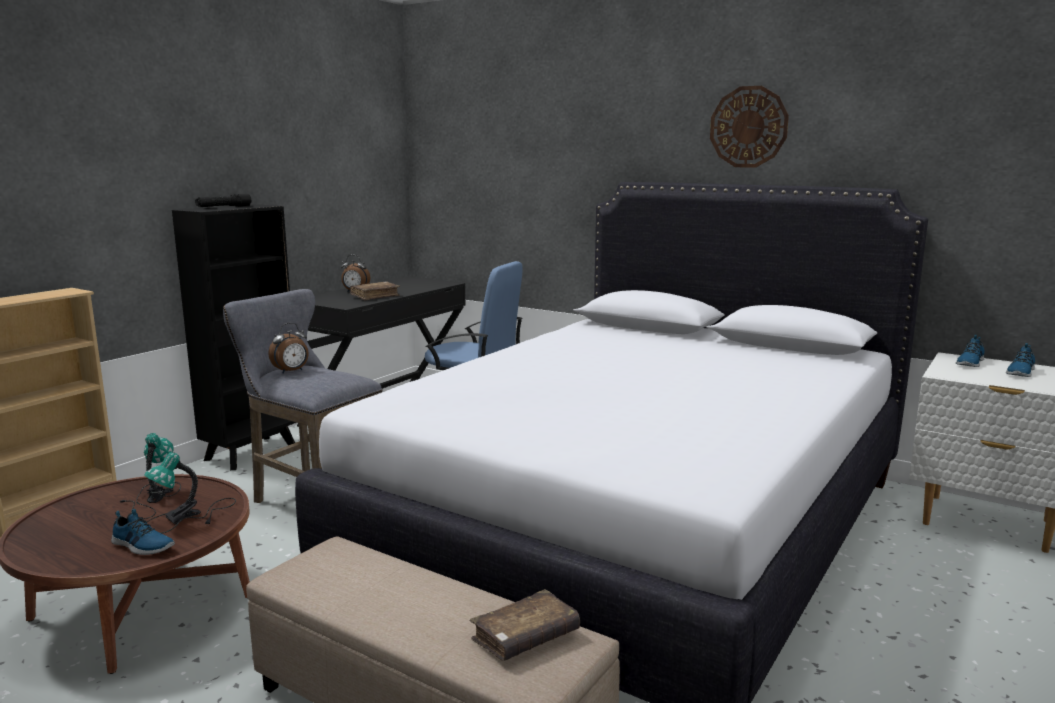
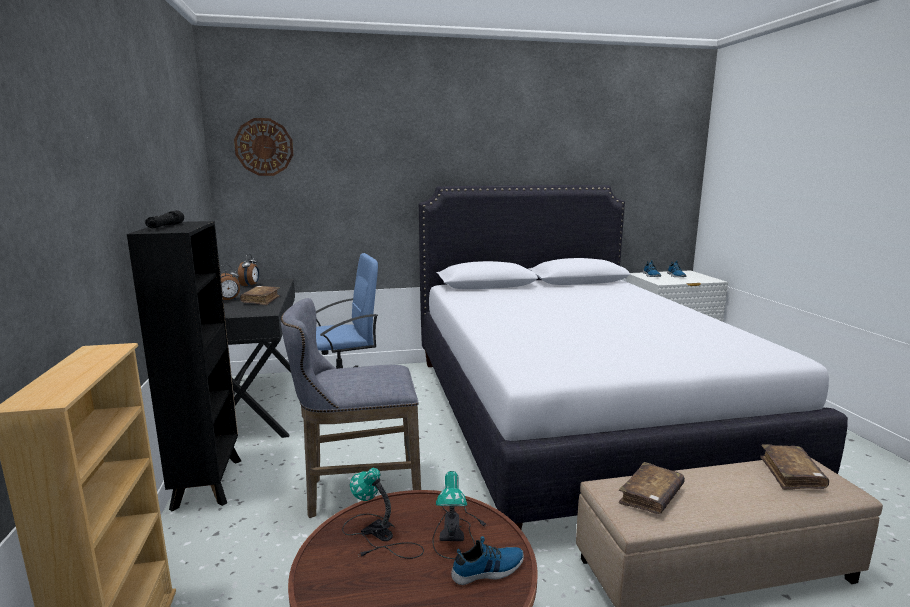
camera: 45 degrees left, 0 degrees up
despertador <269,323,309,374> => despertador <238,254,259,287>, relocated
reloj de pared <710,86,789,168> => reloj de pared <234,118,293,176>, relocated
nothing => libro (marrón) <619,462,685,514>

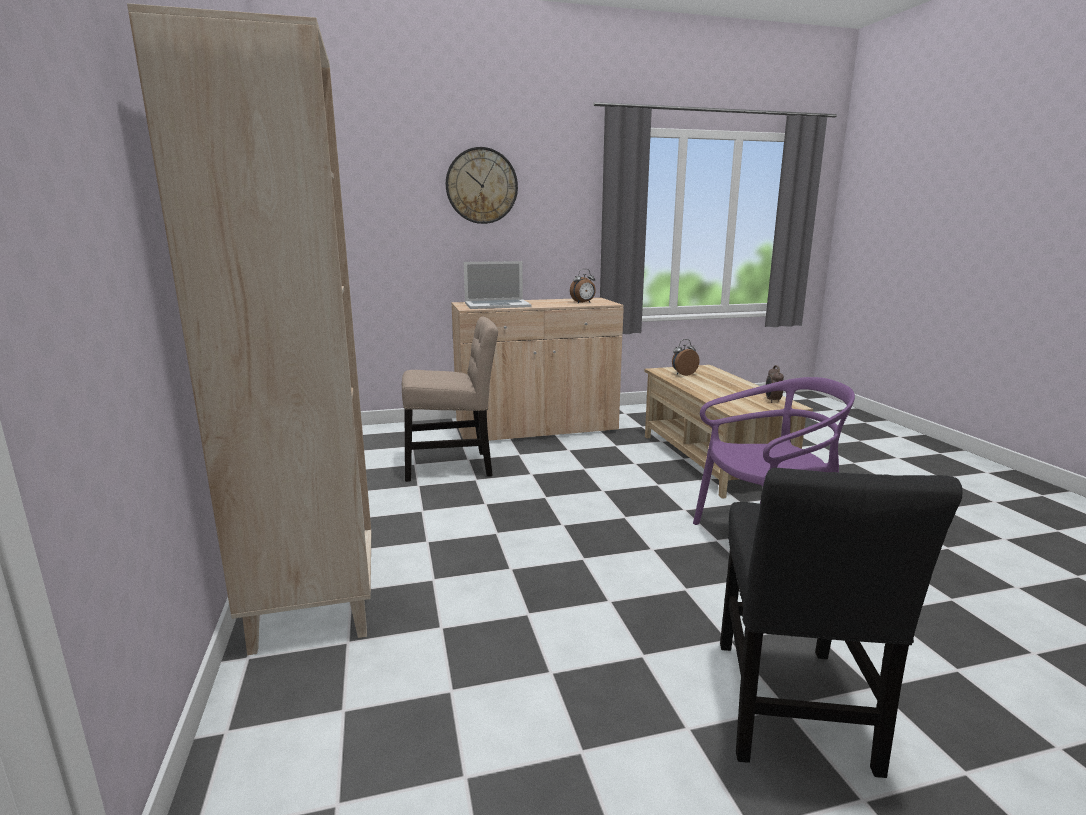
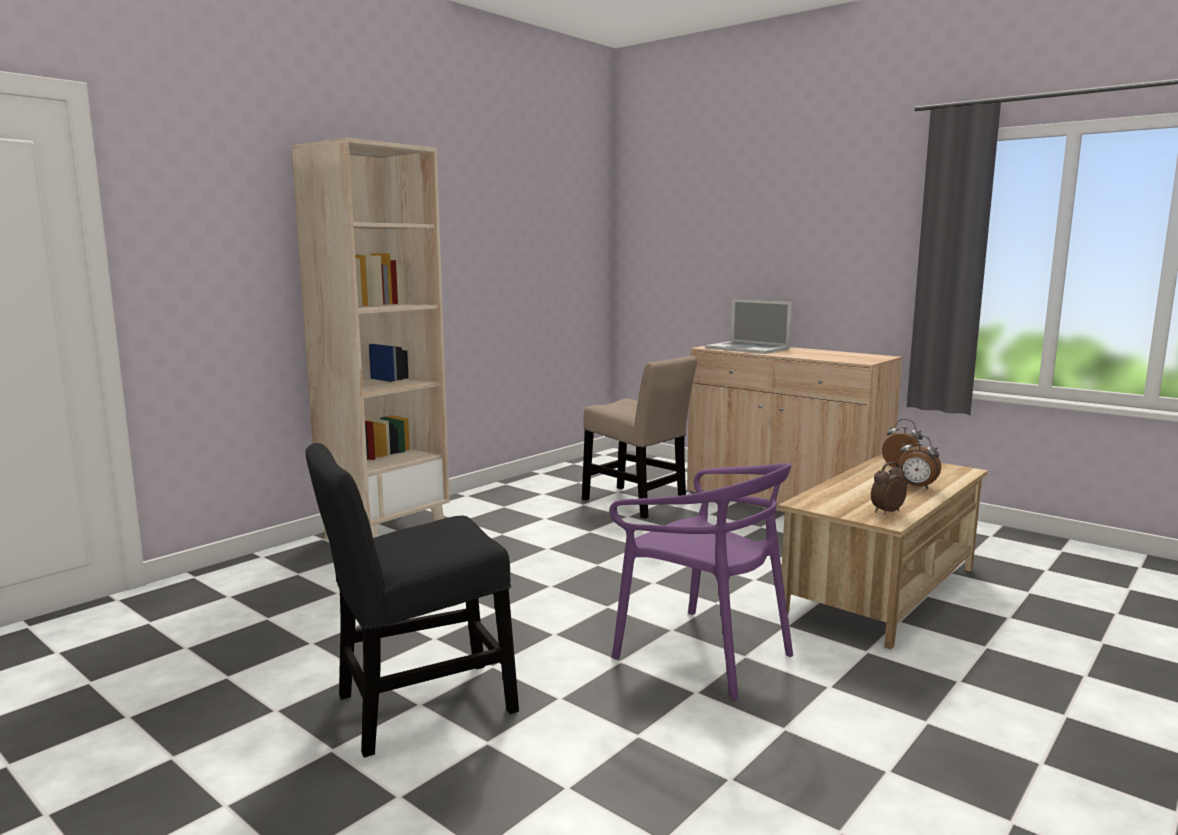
camera: 55 degrees right, 5 degrees down
reloj de pared <446,147,518,224> => nothing
despertador <570,269,596,303> => despertador <898,435,941,489>, relocated

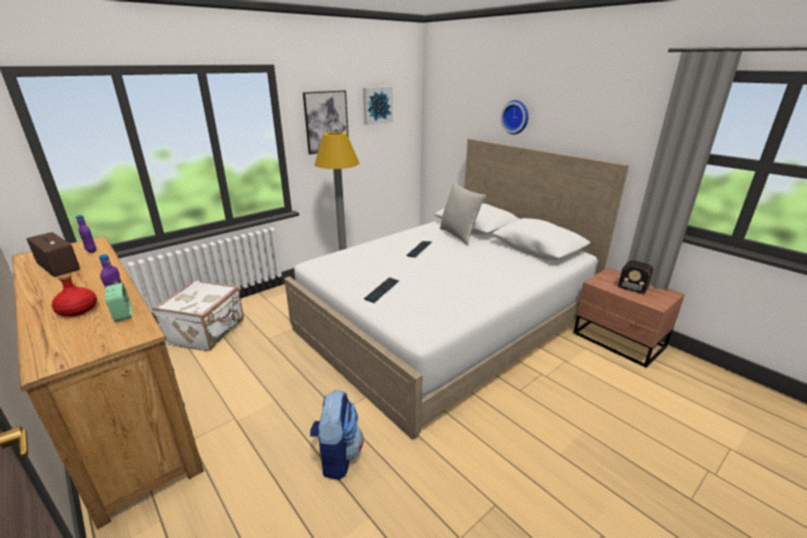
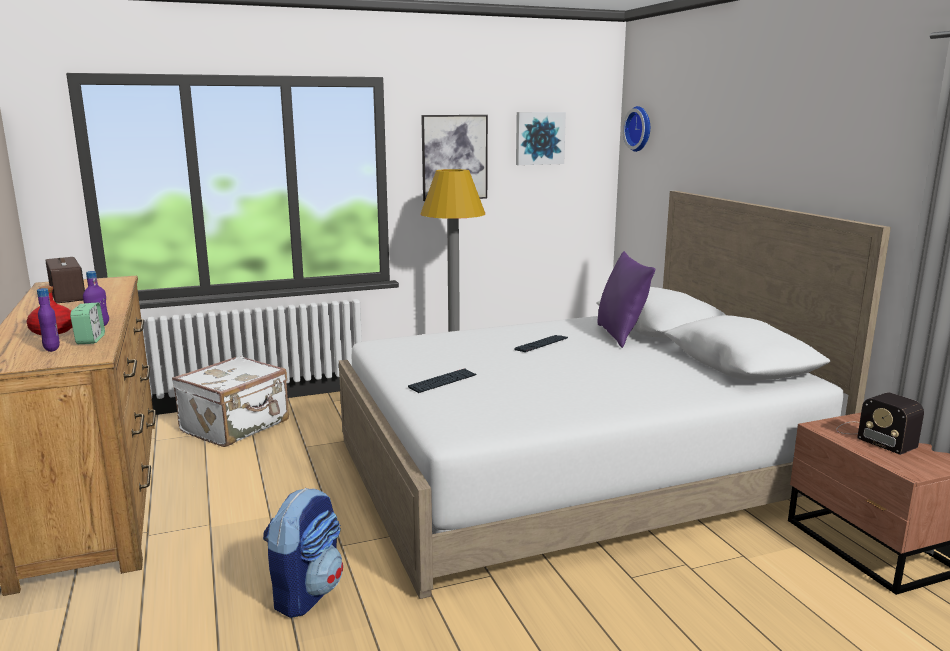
camera: 20 degrees right, 10 degrees down
botella (morado) <76,215,96,253> => botella (morado) <37,288,60,352>, relocated
cojín (gris) <440,182,486,245> => cojín (morado) <597,251,655,348>
reloj de pared <501,100,528,134> => reloj de pared <623,106,650,152>, relocated

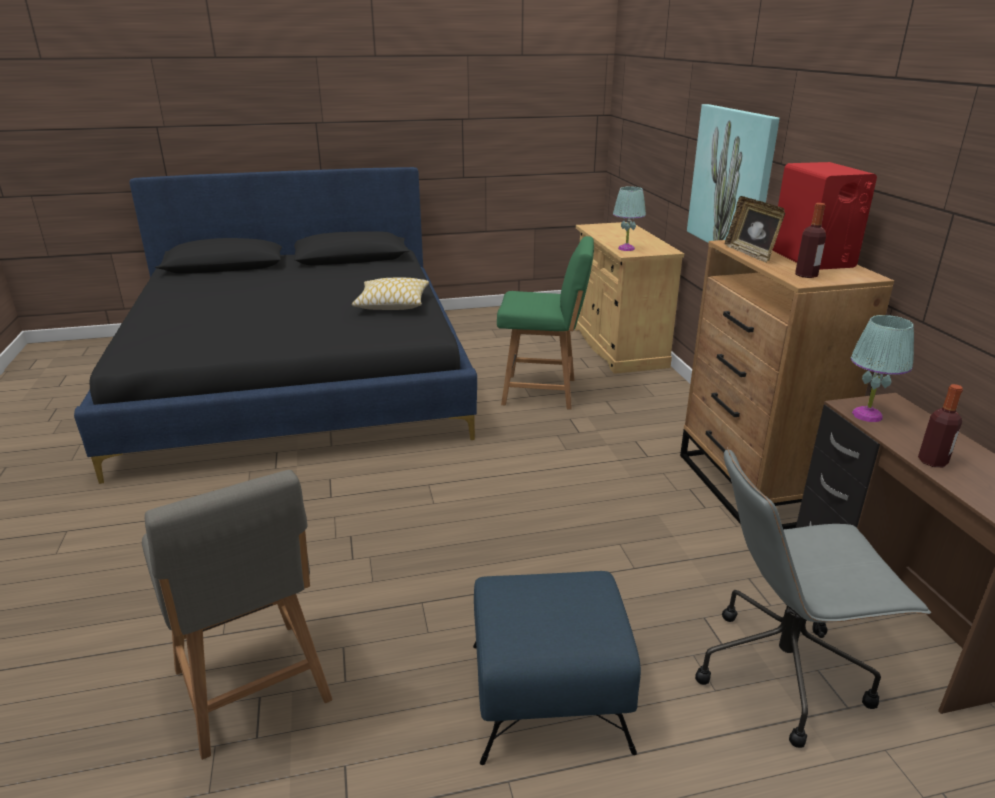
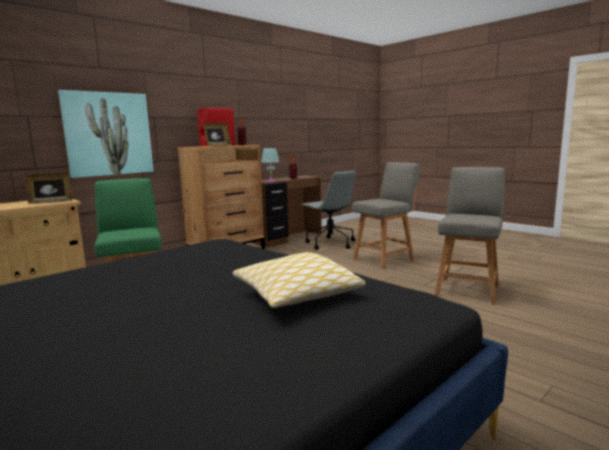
camera: 120 degrees left, 15 degrees down
cojín <352,278,429,310> => cojín <232,252,366,308>, relocated
puf (azul) <473,571,641,765> => silla (gris) <352,162,420,269>
lámpara de mesa (turquesa) <613,187,646,251> => portarretratos <24,172,73,204>

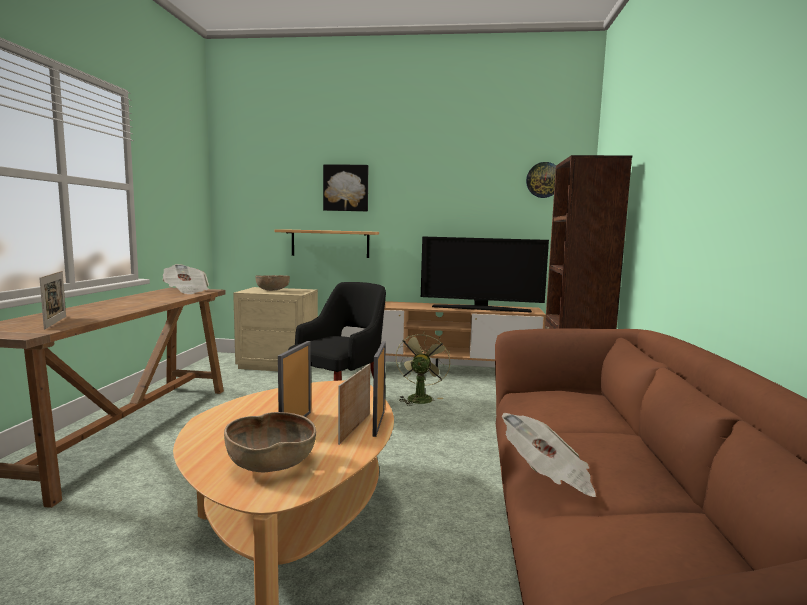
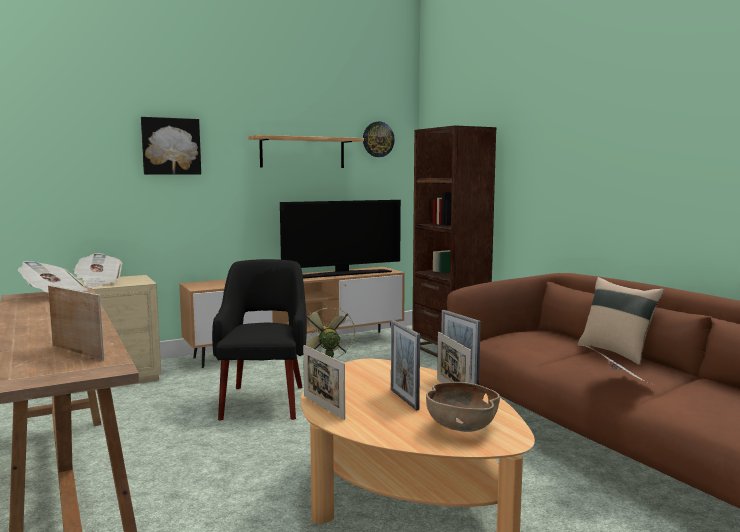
camera: 35 degrees left, 0 degrees up
cuenco (marrón) <255,275,290,291> => periódico <73,253,123,287>
estante <275,229,379,258> => estante <248,135,364,168>, relocated
nothing => portarretratos <303,345,345,420>
nothing => cojín (beis) <578,277,664,365>

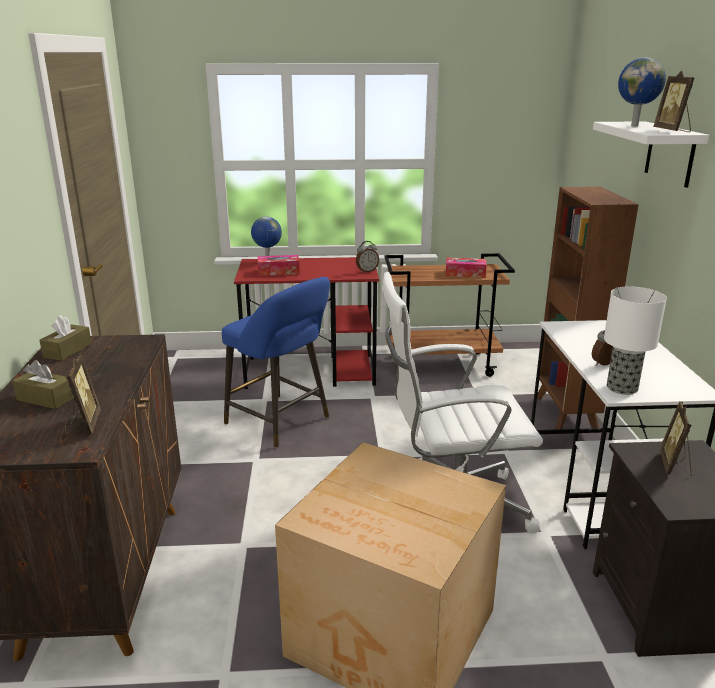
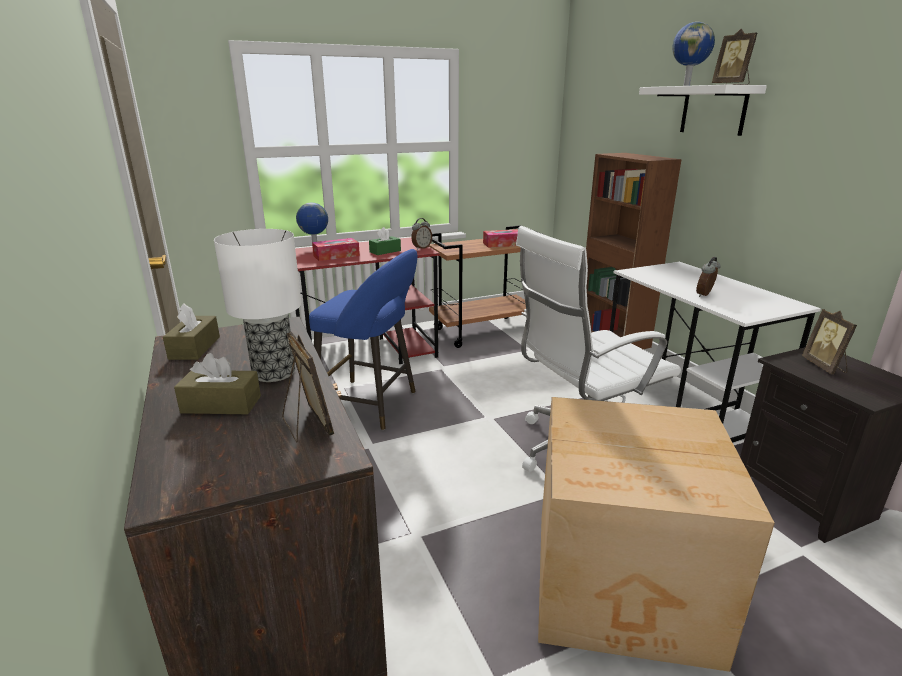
camera: 20 degrees left, 0 degrees up
lámpara de mesa <604,286,667,395> => lámpara de mesa <214,229,301,382>, relocated
nothing => caja de pañuelos (verde) <369,227,401,255>

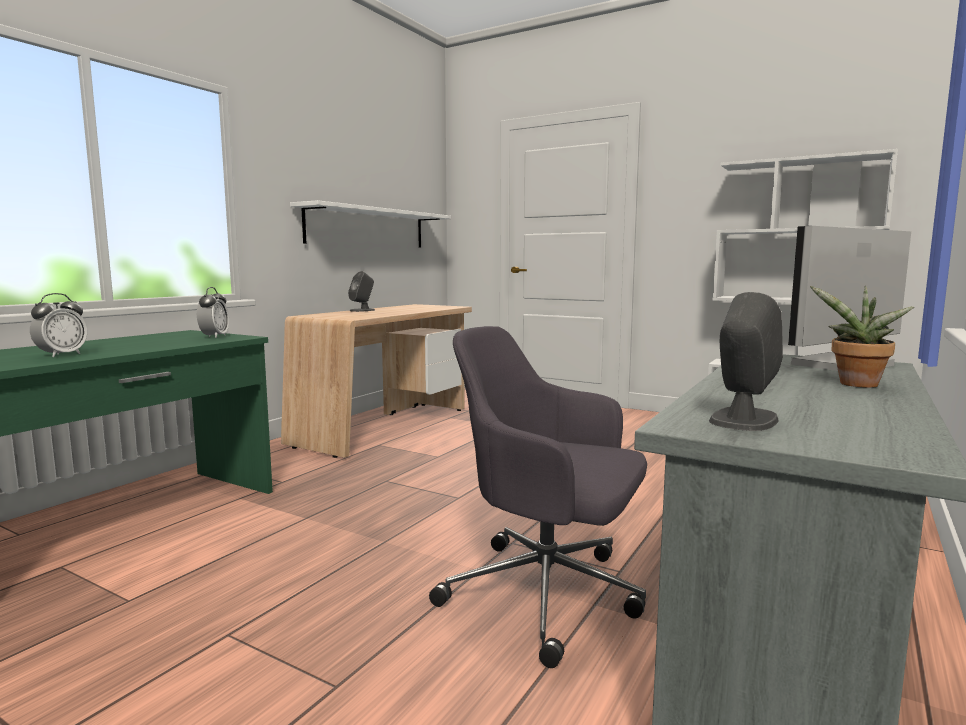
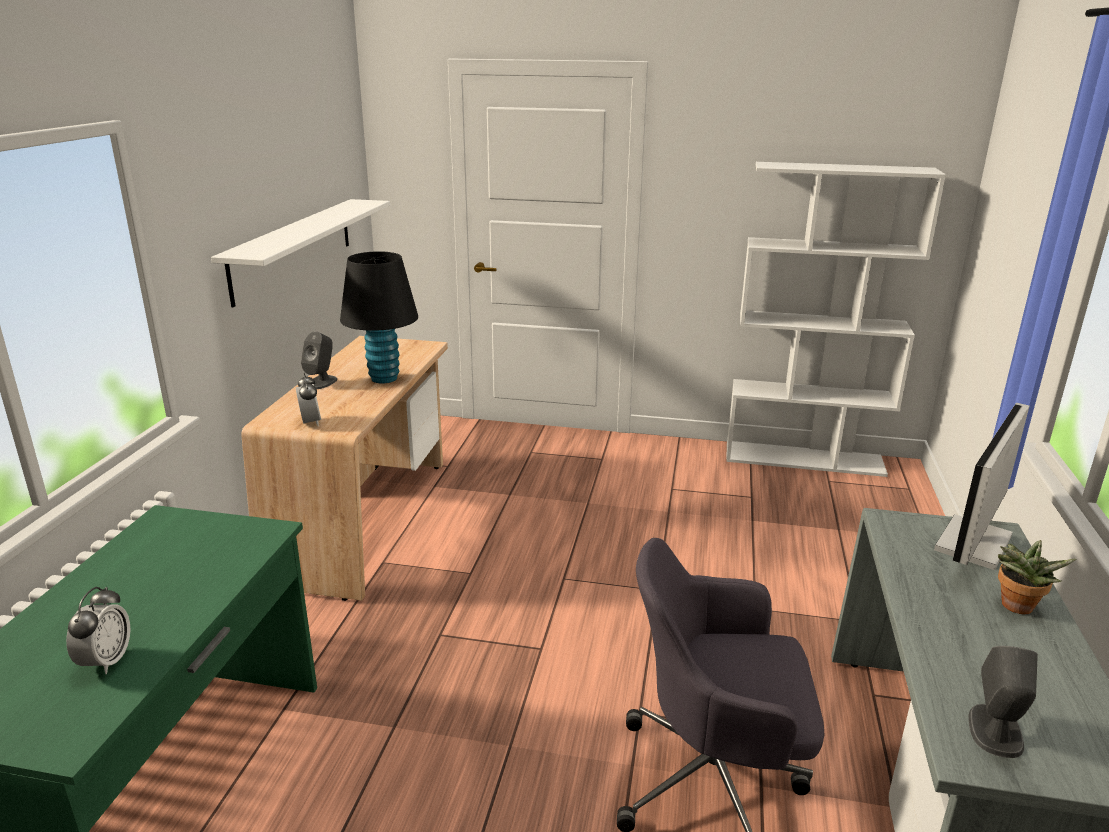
camera: 20 degrees left, 15 degrees up
despertador <197,287,229,338> => despertador <296,373,321,426>, relocated
nothing => lámpara de mesa (negro) <340,251,418,383>

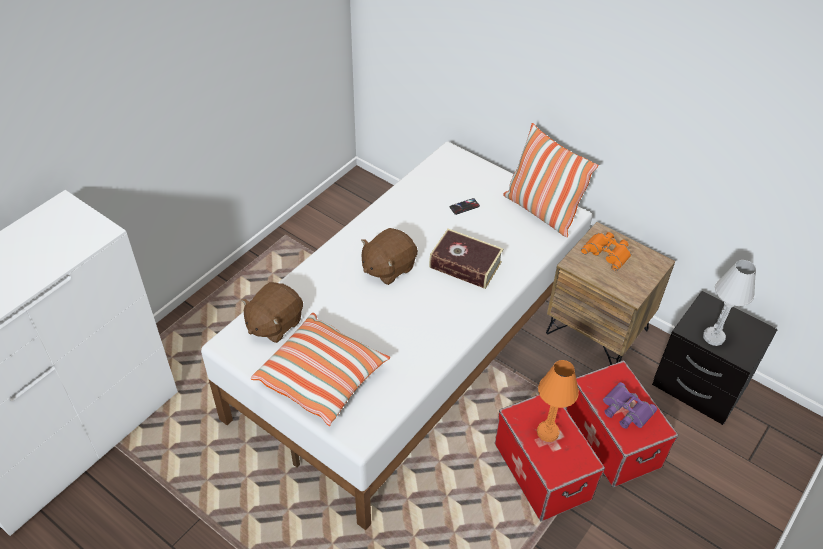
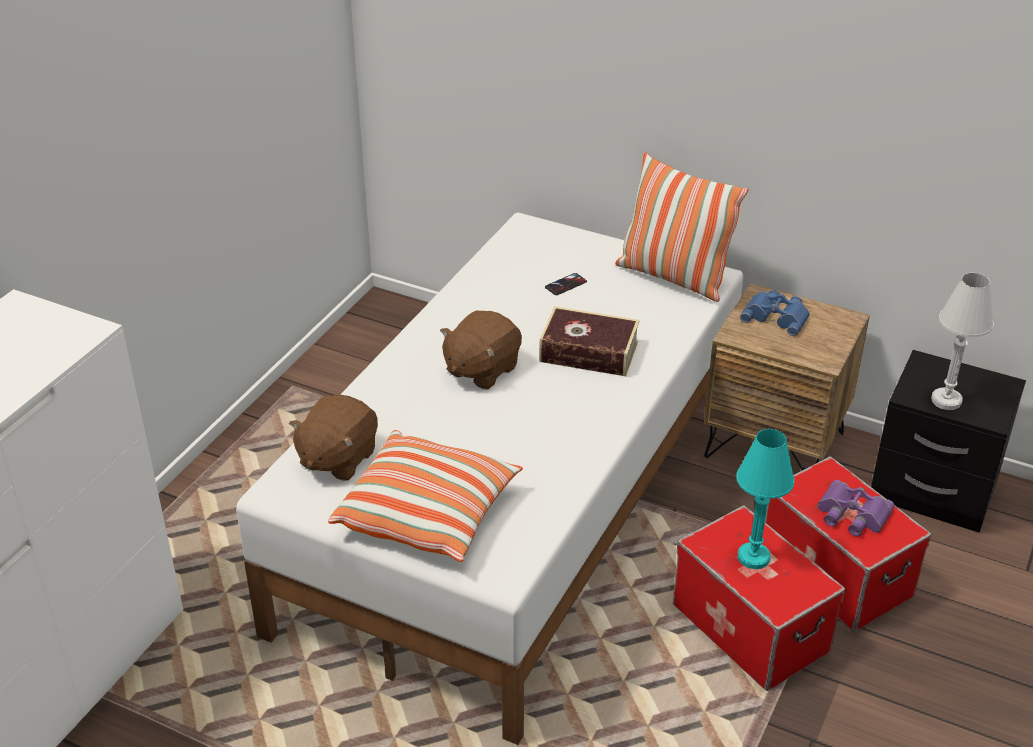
camera: 10 degrees left, 10 degrees down
lámpara de mesa (naranja) <537,360,579,442> => lámpara de mesa (turquesa) <736,429,794,569>
prismáticos (naranja) <581,232,631,271> => prismáticos (azul) <740,290,810,336>

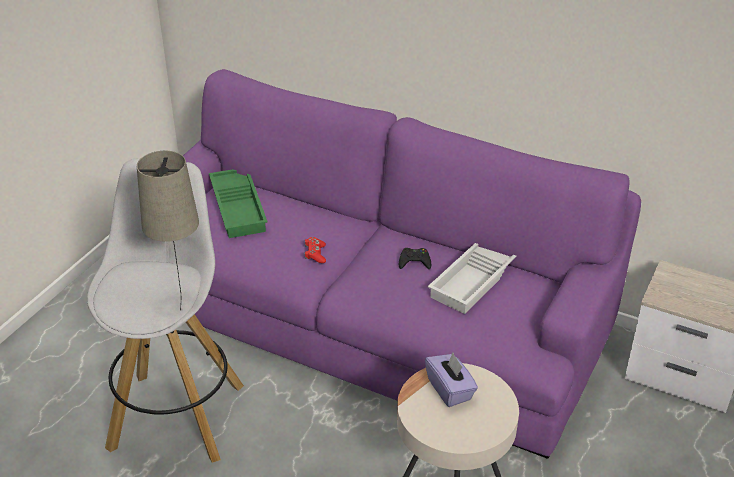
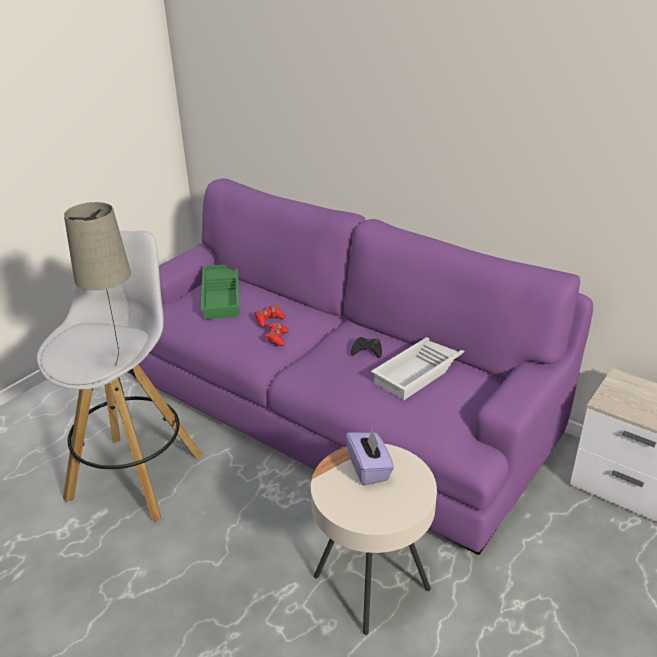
camera: 10 degrees right, 5 degrees down
nothing => mando de consola (rojo) <255,305,285,327>

